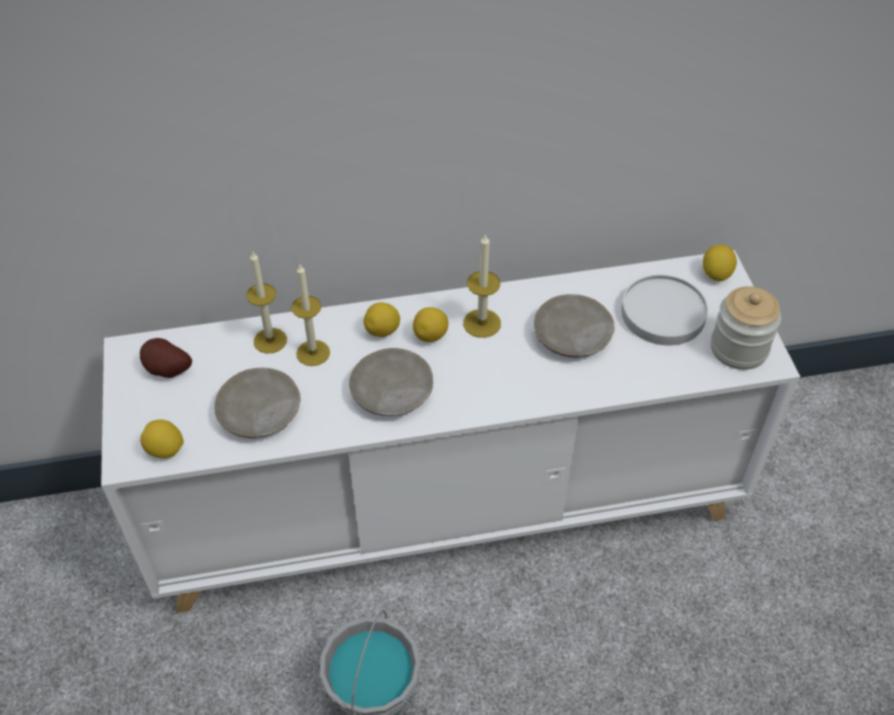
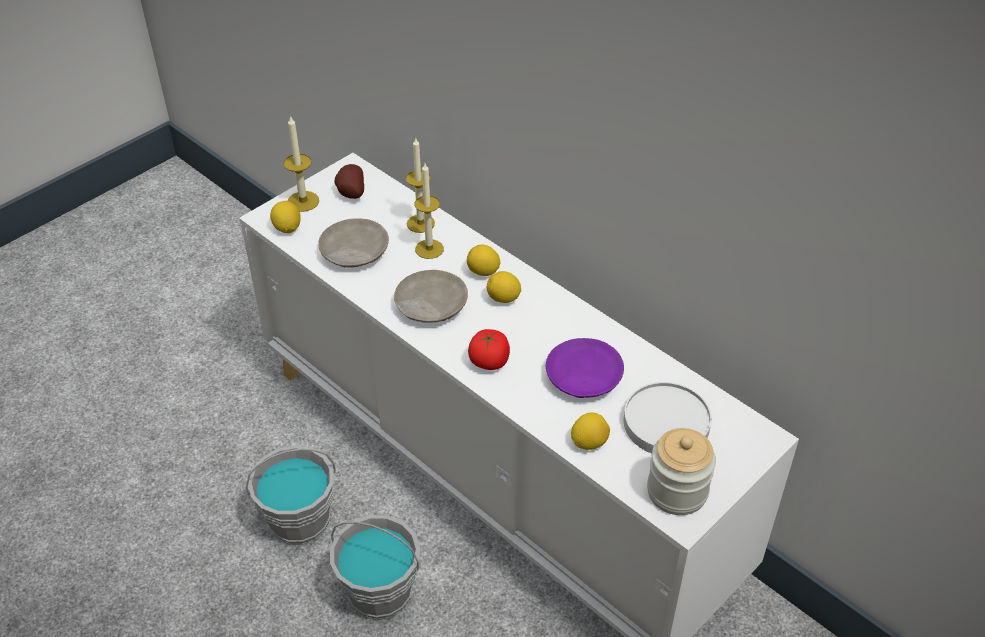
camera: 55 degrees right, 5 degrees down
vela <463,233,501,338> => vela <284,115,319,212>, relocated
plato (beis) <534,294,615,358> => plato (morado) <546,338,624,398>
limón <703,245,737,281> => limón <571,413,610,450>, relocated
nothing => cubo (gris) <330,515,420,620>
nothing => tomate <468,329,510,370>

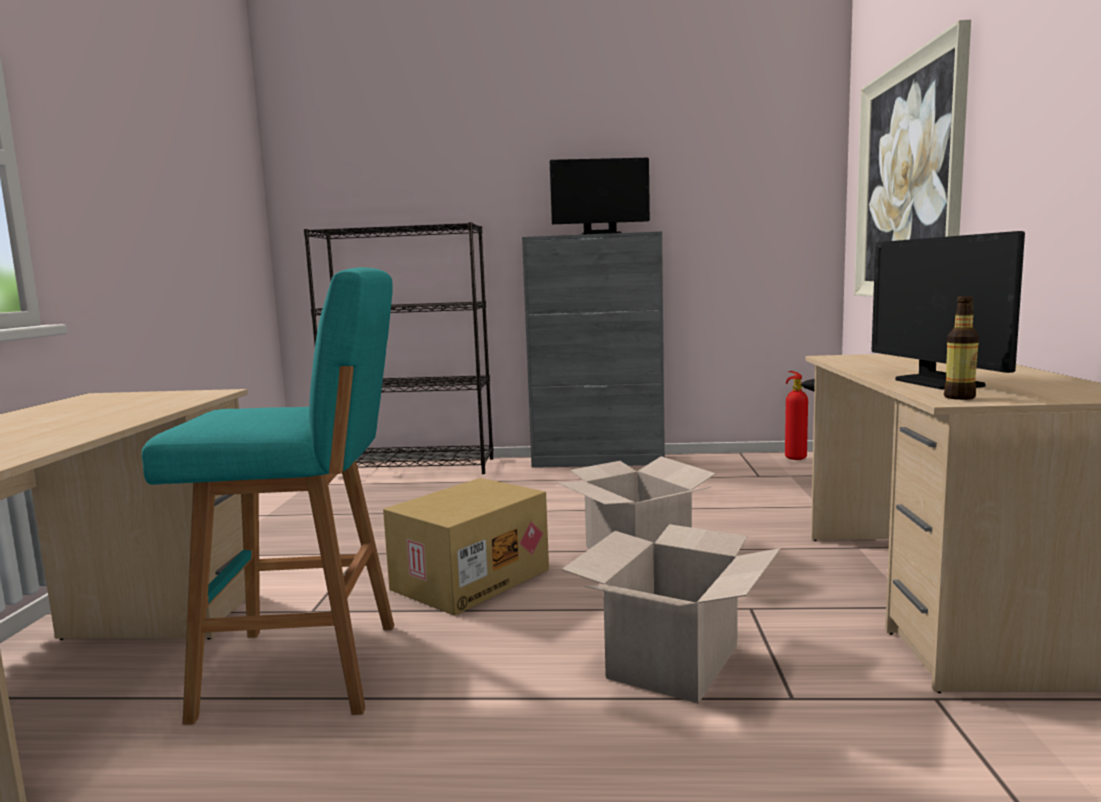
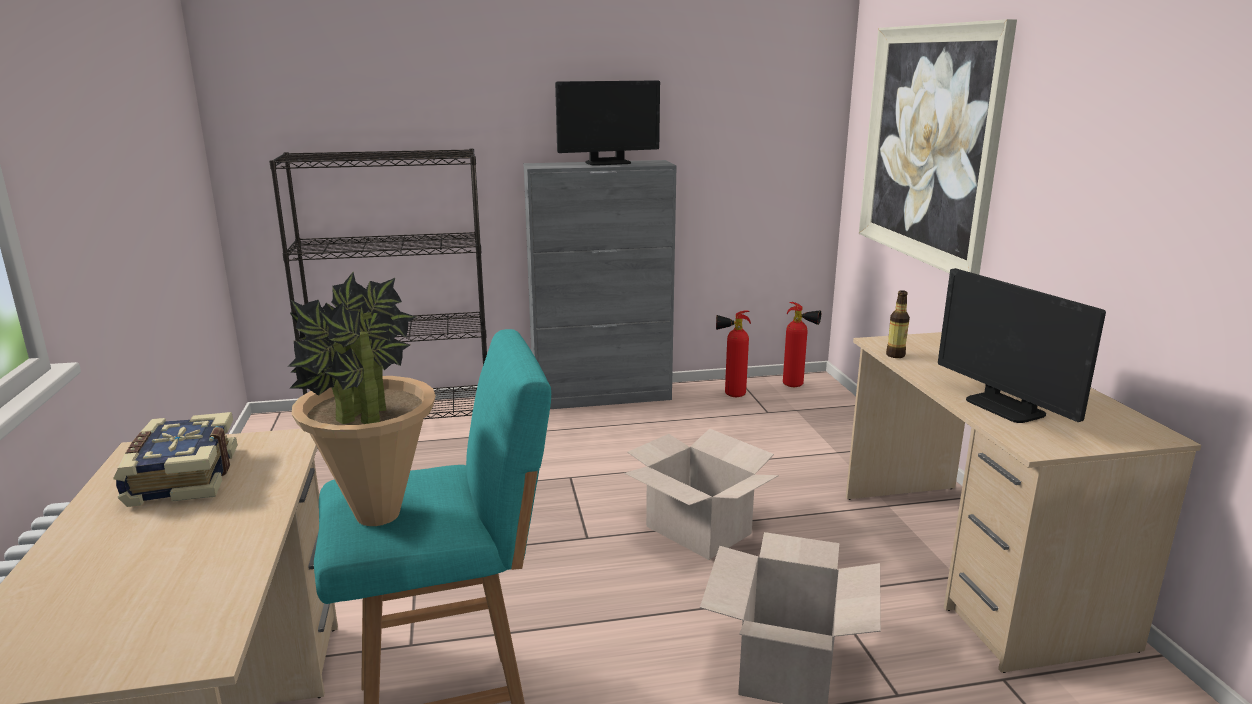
camera: 15 degrees left, 10 degrees up
caja de cartón <383,478,549,616> => nothing
botella <944,296,979,400> => botella <886,290,910,358>, relocated
nothing => libro <113,412,237,507>
nothing => planta en maceta <287,272,436,526>
nothing => extintor <716,310,751,397>

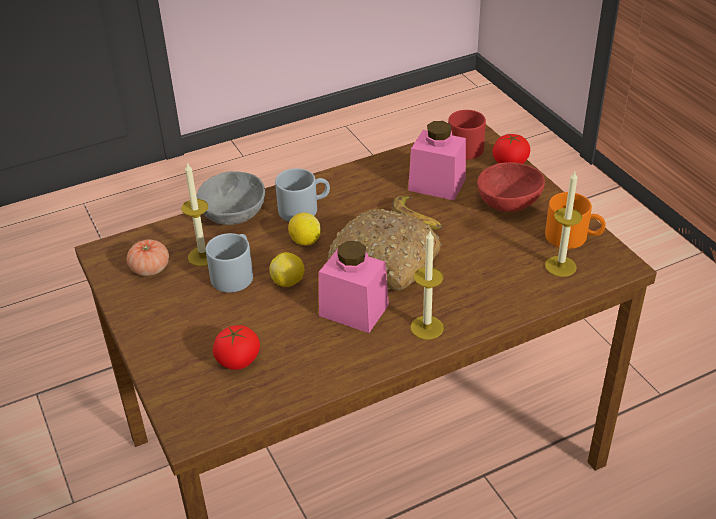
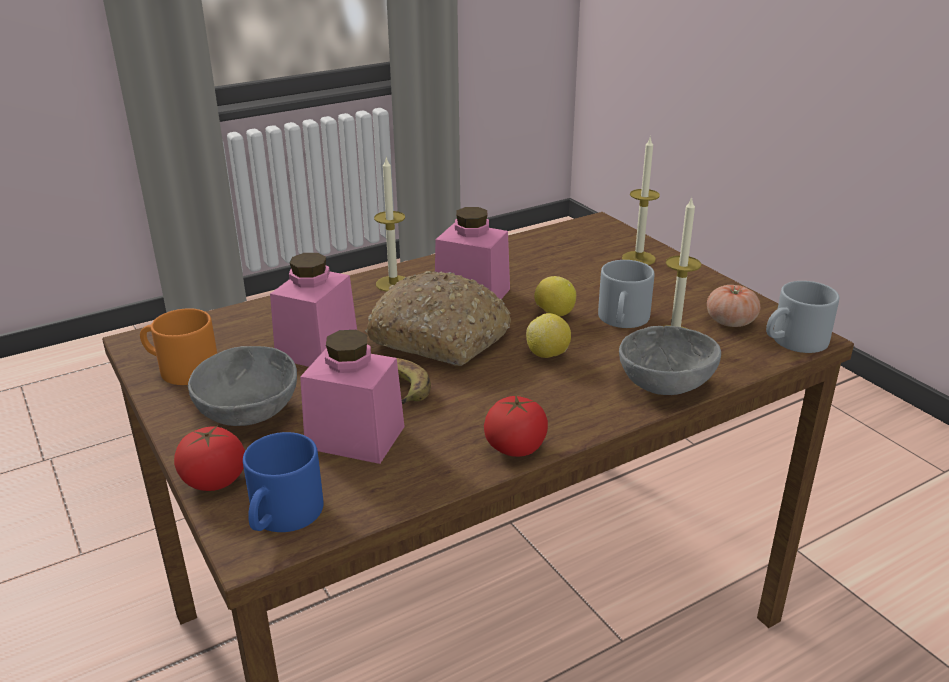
camera: 175 degrees right, 10 degrees down
tomate <213,325,260,370> => tomate <484,394,548,457>, relocated
taza grande (gris) <275,168,330,222> => taza grande (gris) <766,281,839,353>, relocated
taza grande (rojo) <448,110,486,160> => taza grande (azul) <243,432,323,532>
cuenco (rojo) <477,162,545,212> => cuenco (gris) <188,346,297,426>
vela <545,171,582,277> => vela <622,136,660,265>, relocated
nothing => tarro (rosa) <270,253,357,367>

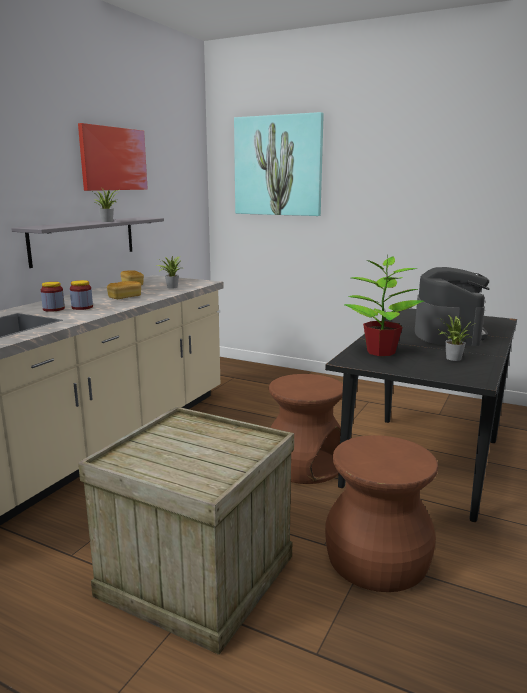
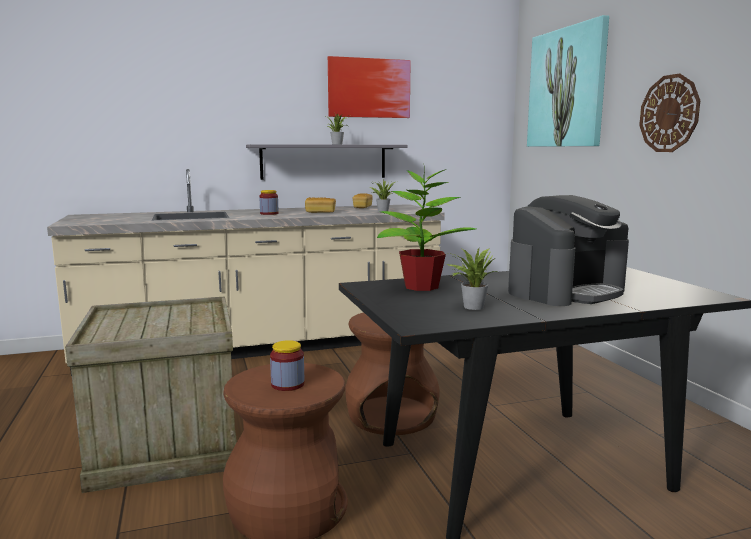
camera: 45 degrees right, 5 degrees down
tarro <41,282,65,312> => tarro <270,340,305,391>, relocated
nothing => reloj de pared <639,73,700,152>

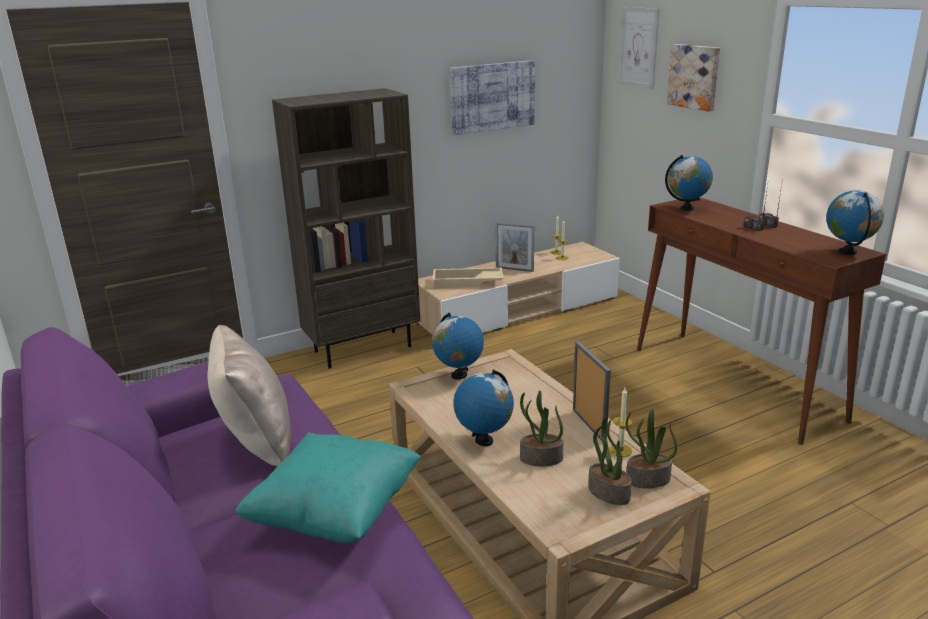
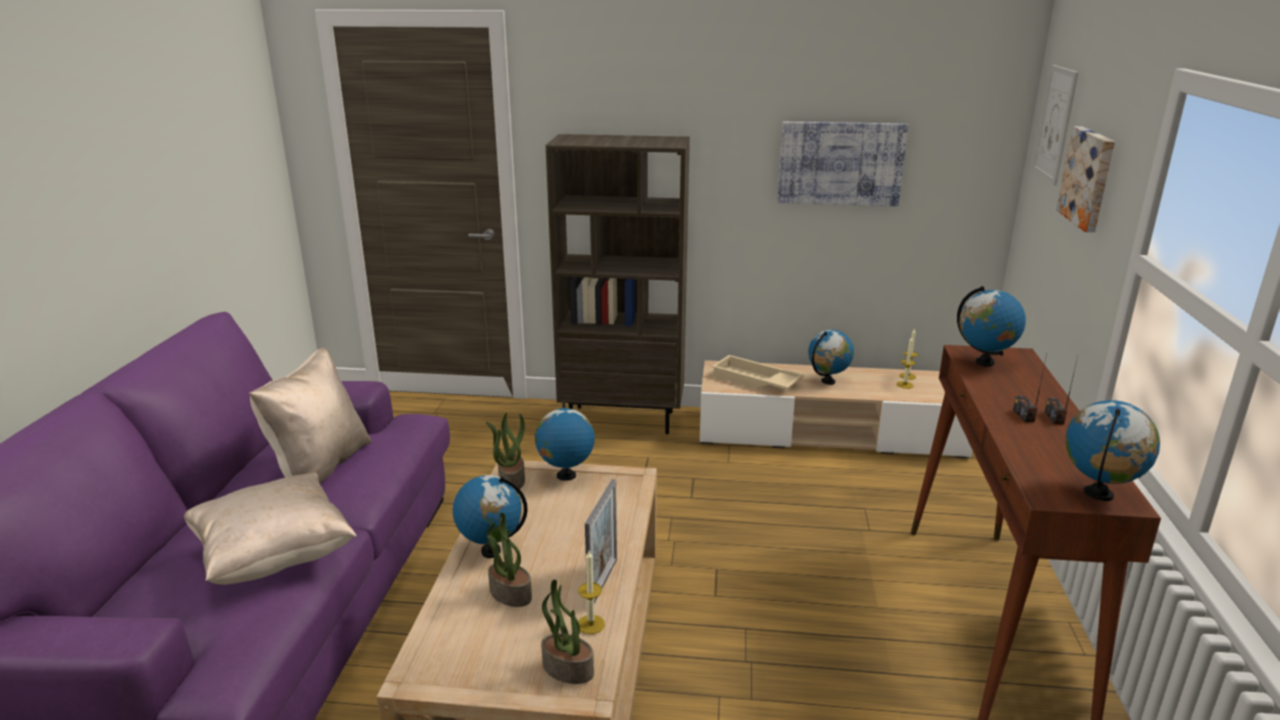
camera: 35 degrees right, 0 degrees up
cojín (turquesa) <235,432,422,543> => cojín (beis) <184,473,357,585>
portarretratos <495,222,534,272> => globo terráqueo <808,330,854,385>
planta en maceta <588,418,632,505> => planta en maceta <486,413,525,489>, relocated

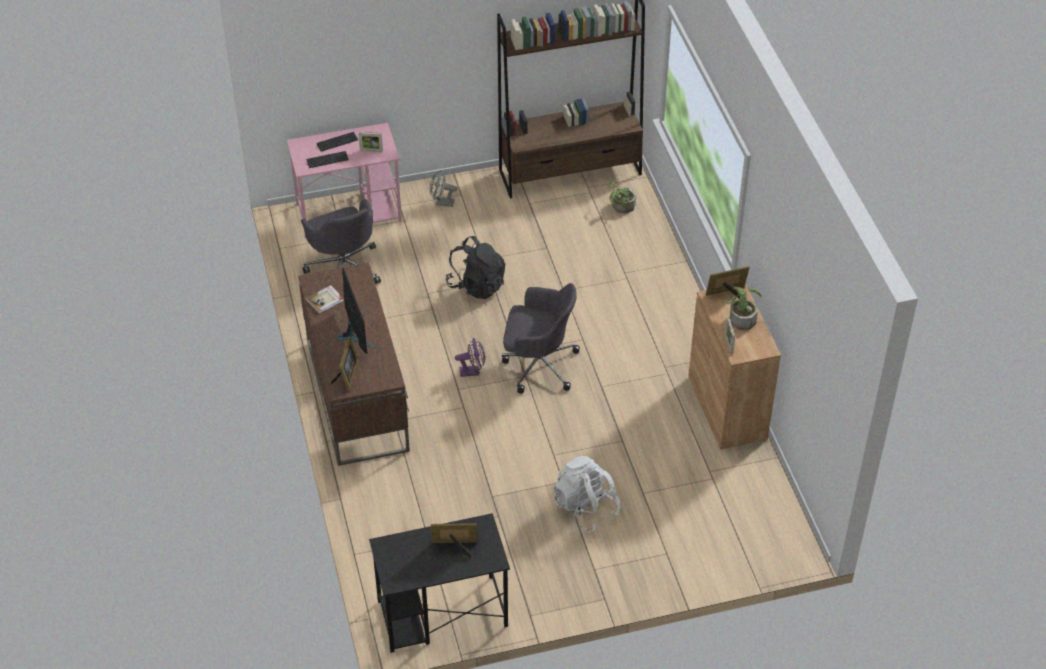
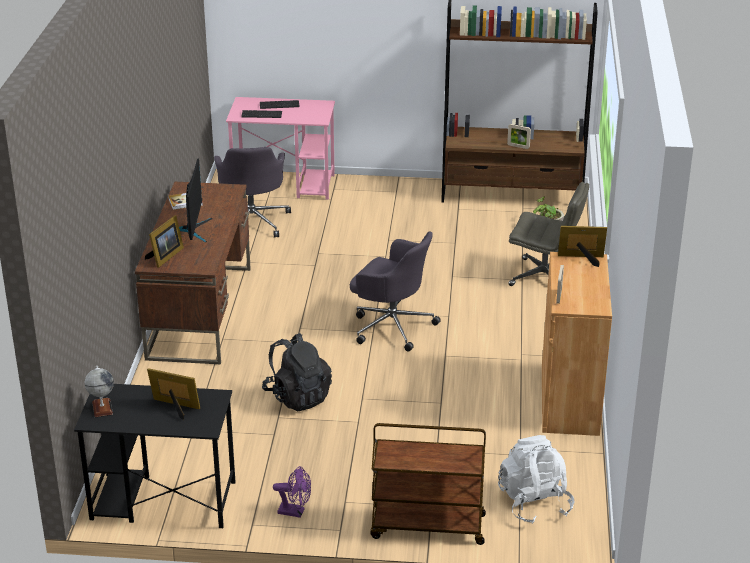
camera: 20 degrees right, 15 degrees down
portarretratos <359,132,383,152> => portarretratos <507,124,531,149>, relocated
ventilador (gris) <430,170,457,207> => nothing
mochila (negro) <445,236,505,299> => mochila (negro) <262,333,332,411>, relocated
ventilador (morado) <455,338,485,377> => ventilador (morado) <273,466,311,518>, relocated
mochila (blanco) <554,456,621,531> => mochila (blanco) <498,435,574,524>, relocated
planta en maceta <725,287,762,330> => nothing
nothing => globo terráqueo <85,366,114,417>
nothing => carrito (marrón) <370,423,486,545>
nothing => silla de oficina (gris) <508,182,589,286>

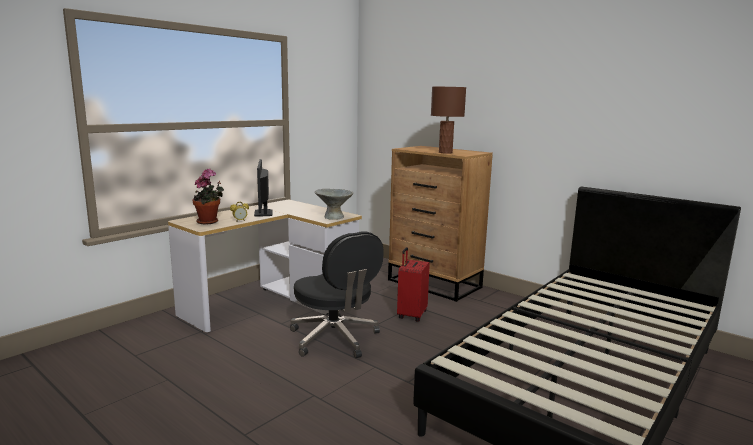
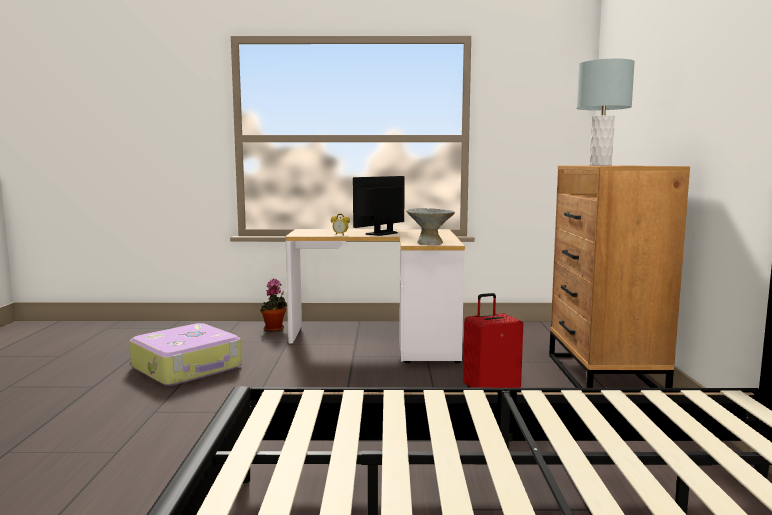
camera: 50 degrees right, 5 degrees down
planta en maceta <192,169,224,225> => planta en maceta <260,278,287,332>, relocated
silla de oficina (negro) <290,231,384,358> => nothing
lámpara de mesa (marrón) <431,87,466,154> => lámpara de mesa (gris) <577,58,635,166>
nothing => maleta <129,323,242,386>

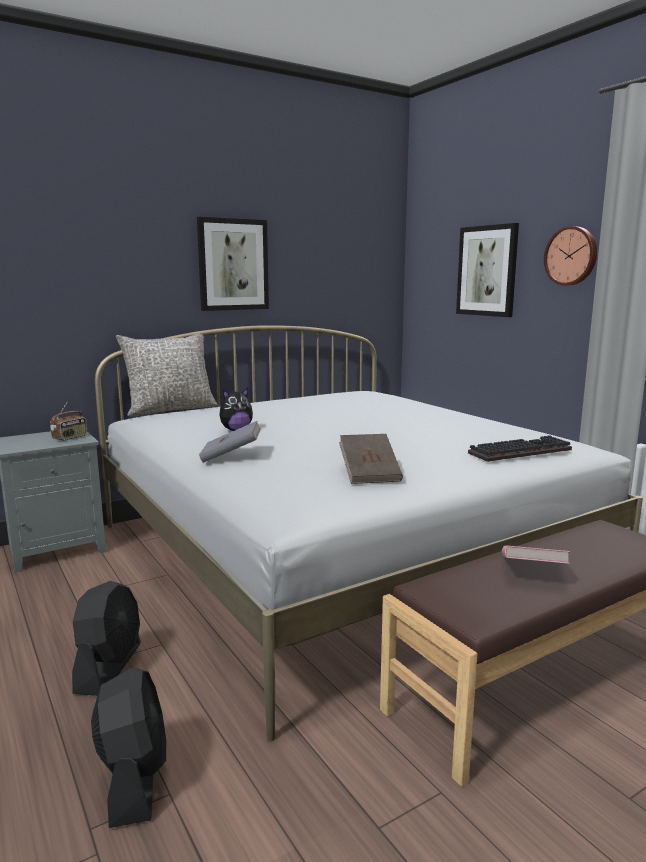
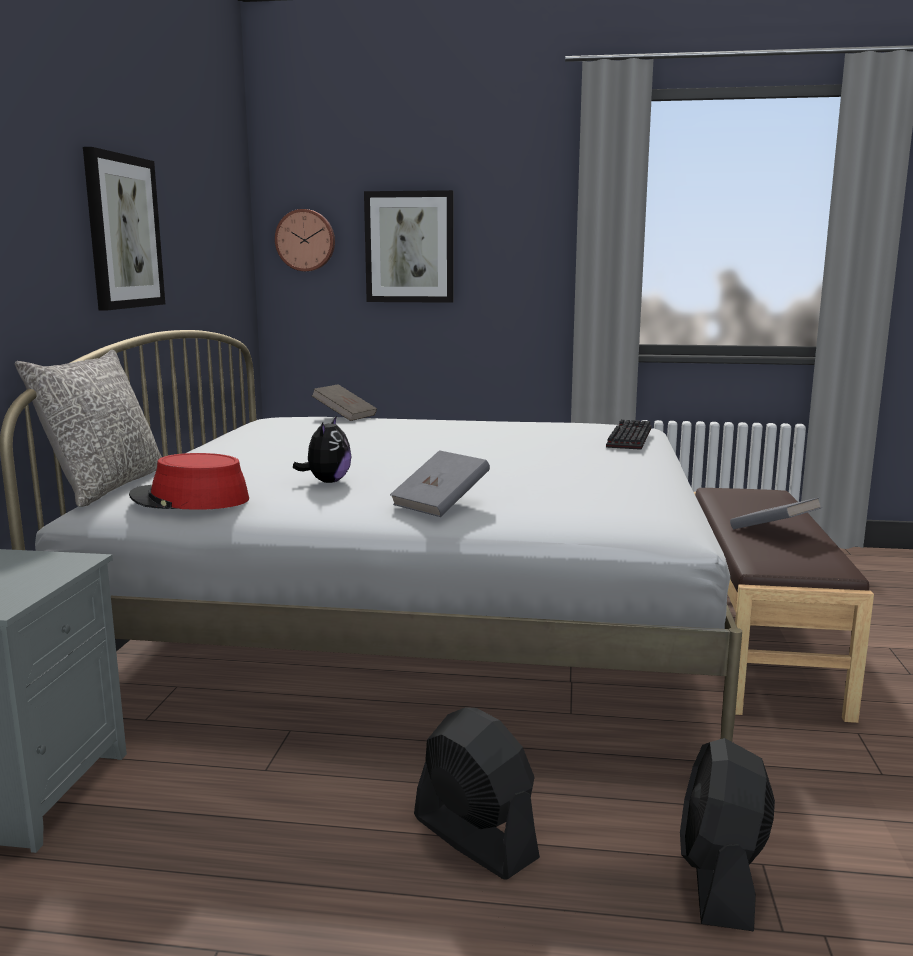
camera: 50 degrees left, 0 degrees up
radio <50,400,87,441> => nothing
ventilador (negro) <91,668,166,828> => ventilador (negro) <680,738,775,931>, 105 degrees counterclockwise
libro (marrón) <339,434,403,484> => libro (marrón) <312,384,377,421>, relocated
libro (rosa) <502,546,570,564> => libro (gris) <730,498,822,529>
reloj de pared <544,226,597,286> => reloj de pared <275,209,335,271>, relocated
nothing => sombrero (rojo) <129,453,249,510>

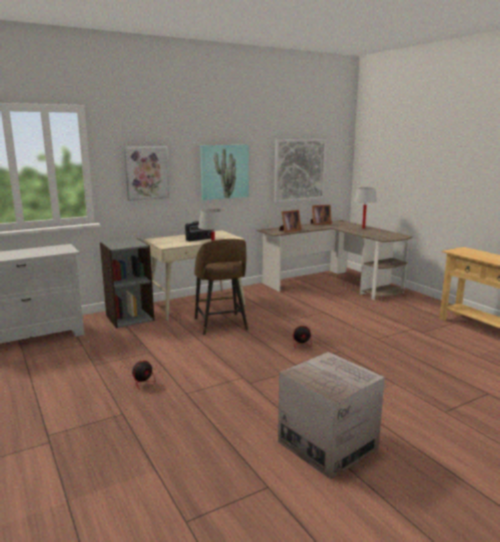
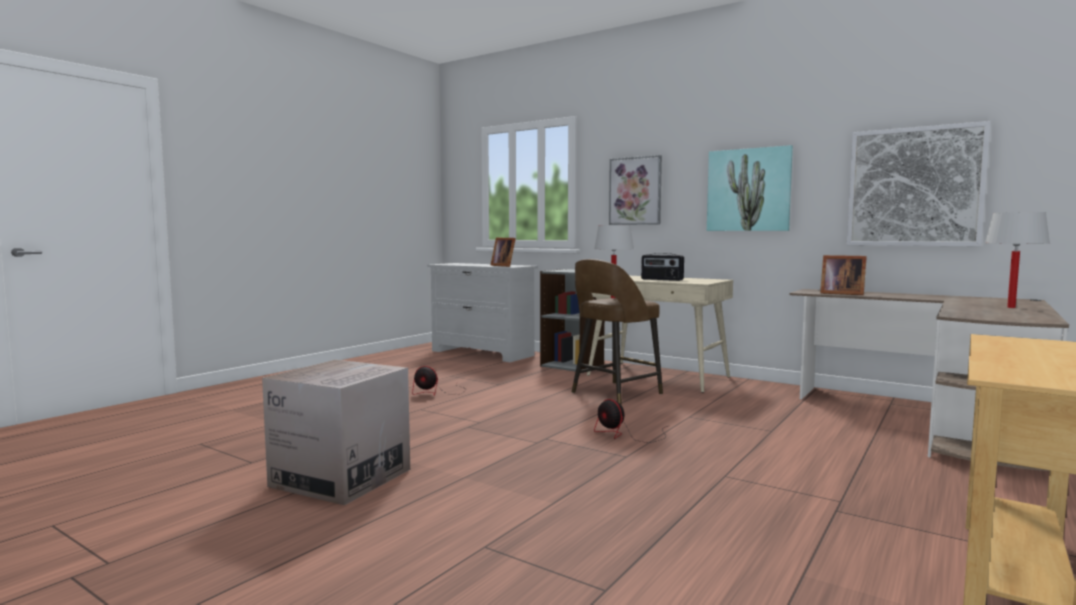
camera: 65 degrees right, 10 degrees down
portarretratos <311,205,332,225> => portarretratos <491,238,516,267>, relocated

